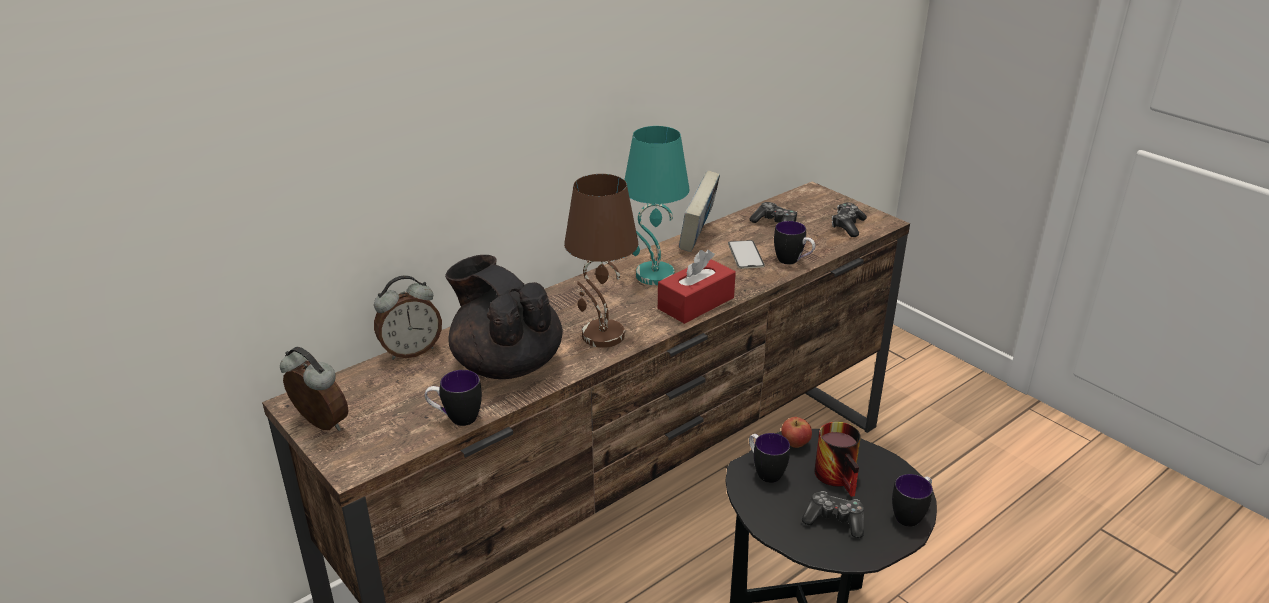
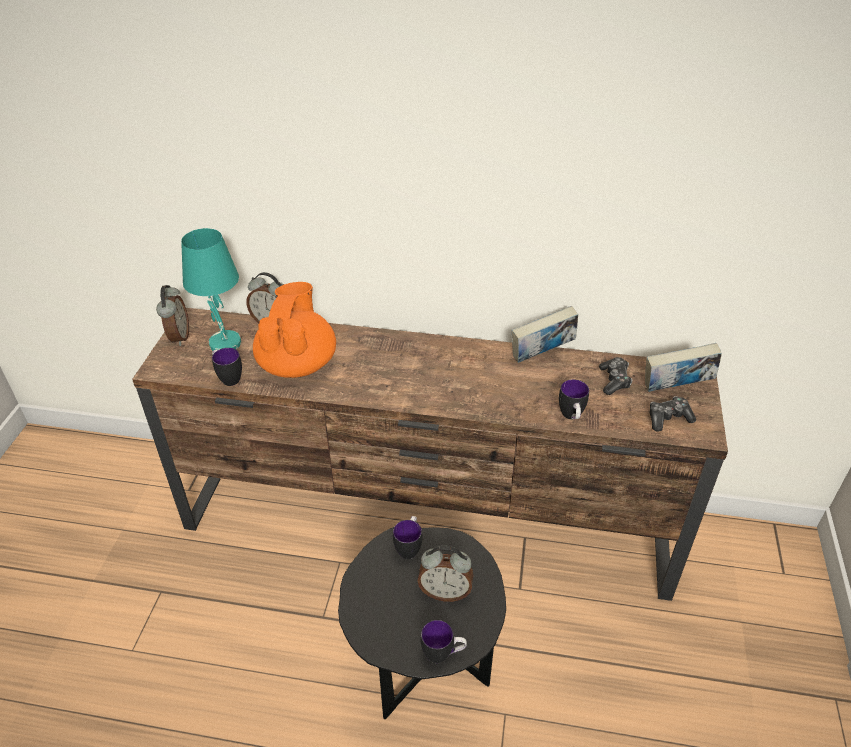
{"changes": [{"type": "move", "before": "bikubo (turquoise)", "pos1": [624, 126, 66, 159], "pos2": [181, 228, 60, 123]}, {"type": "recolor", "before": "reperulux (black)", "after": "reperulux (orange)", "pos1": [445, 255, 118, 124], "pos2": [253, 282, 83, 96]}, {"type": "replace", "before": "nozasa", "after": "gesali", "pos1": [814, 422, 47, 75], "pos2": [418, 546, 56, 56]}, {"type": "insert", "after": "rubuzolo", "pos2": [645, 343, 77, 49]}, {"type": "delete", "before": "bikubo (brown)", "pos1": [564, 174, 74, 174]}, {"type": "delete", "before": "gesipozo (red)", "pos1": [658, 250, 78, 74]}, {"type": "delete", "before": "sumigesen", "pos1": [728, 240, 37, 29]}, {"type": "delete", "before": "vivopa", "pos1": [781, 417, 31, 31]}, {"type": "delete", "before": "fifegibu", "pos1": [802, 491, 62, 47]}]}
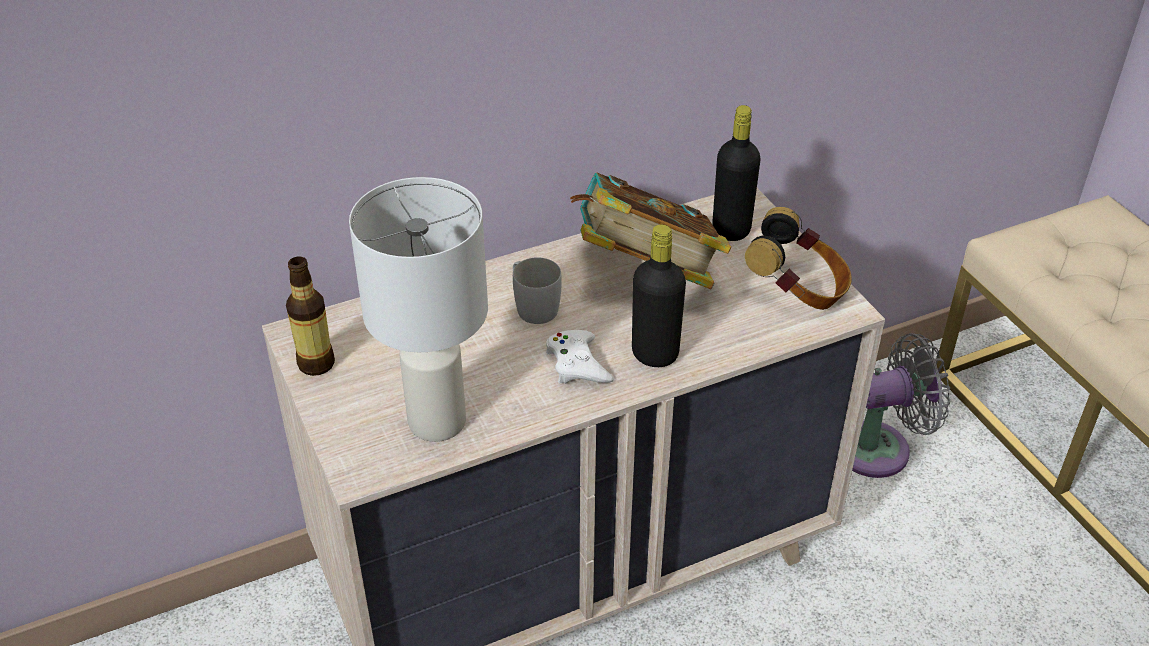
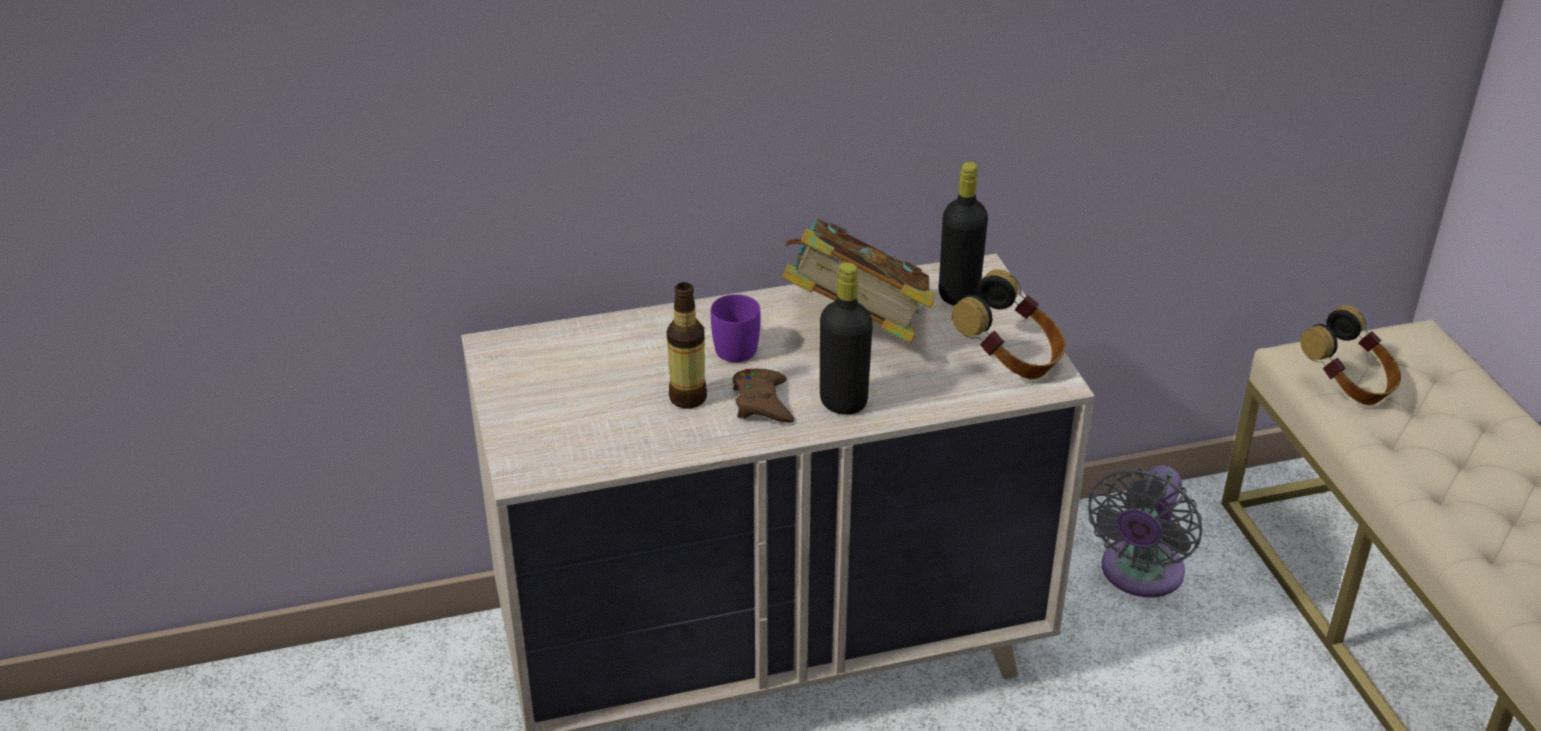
{"changes": [{"type": "move", "before": "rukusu", "pos1": [286, 257, 49, 119], "pos2": [667, 282, 40, 126]}, {"type": "recolor", "before": "nozasa (white)", "after": "nozasa (purple)", "pos1": [513, 257, 49, 67], "pos2": [711, 294, 50, 68]}, {"type": "recolor", "before": "fifegibu (white)", "after": "fifegibu (brown)", "pos1": [546, 330, 68, 54], "pos2": [733, 369, 61, 54]}, {"type": "rotate", "before": "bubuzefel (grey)", "pos1": [852, 333, 98, 145], "pos2": [1088, 465, 114, 132], "turn": 120}, {"type": "insert", "after": "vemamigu", "pos2": [1300, 305, 101, 100]}, {"type": "delete", "before": "bikubo (white)", "pos1": [349, 177, 139, 265]}]}
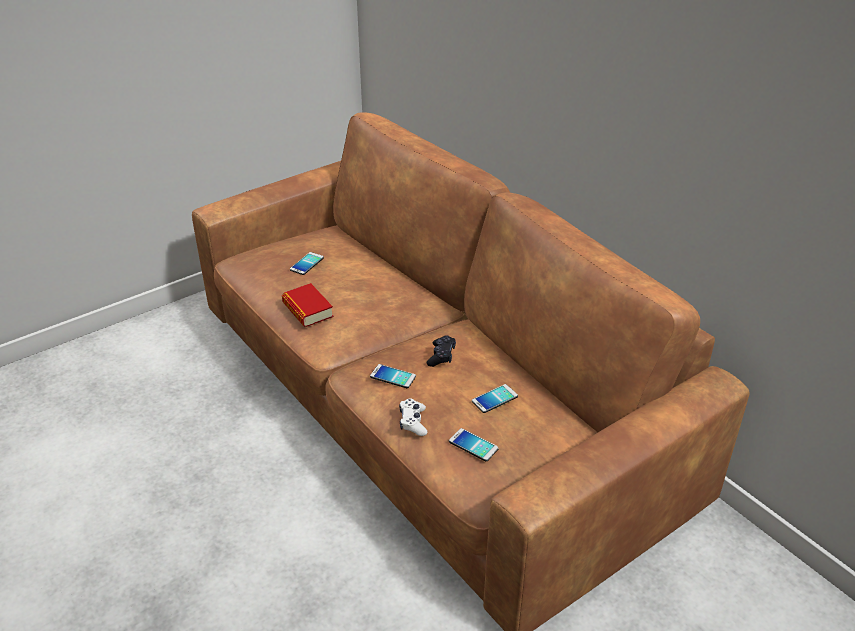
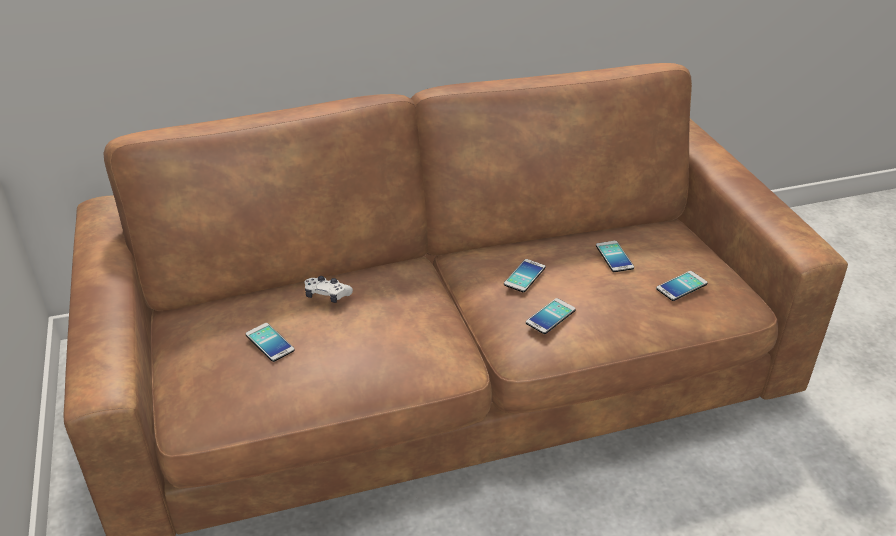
{"changes": [{"type": "move", "before": "fifegibu (white)", "pos1": [399, 398, 28, 38], "pos2": [304, 276, 49, 27]}, {"type": "replace", "before": "fifegibu (black)", "after": "sumigesen", "pos1": [427, 335, 29, 32], "pos2": [504, 259, 41, 33]}, {"type": "delete", "before": "rubuzolo", "pos1": [282, 283, 51, 44]}]}
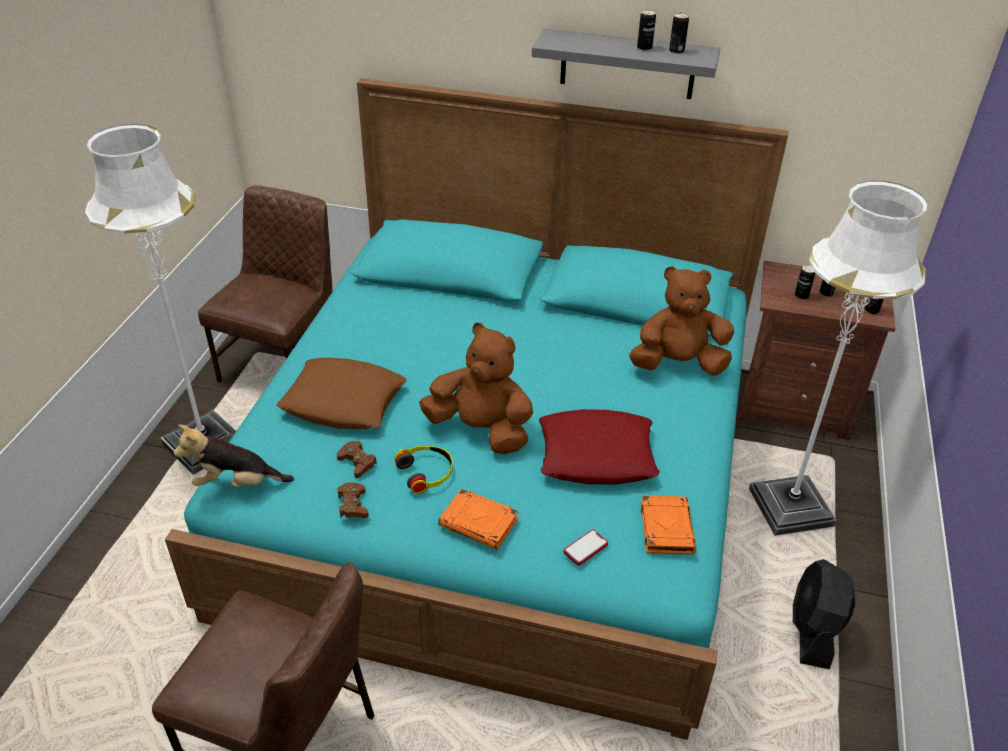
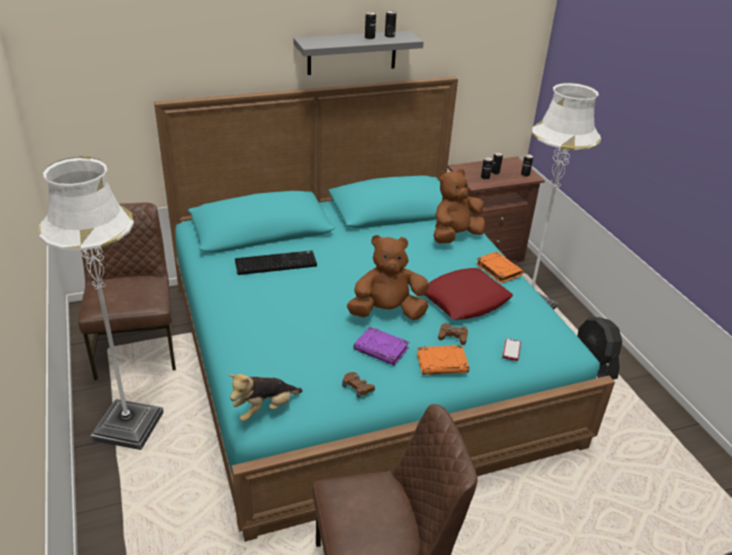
{"changes": [{"type": "insert", "after": "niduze", "pos2": [235, 250, 82, 25]}, {"type": "replace", "before": "vemamigu", "after": "rubuzolo (purple)", "pos1": [394, 446, 59, 47], "pos2": [353, 327, 56, 39]}, {"type": "move", "before": "fifegibu (brown)", "pos1": [337, 441, 40, 37], "pos2": [438, 323, 30, 22]}, {"type": "move", "before": "rubuzolo (orange)", "pos1": [641, 495, 55, 60], "pos2": [476, 251, 47, 32]}, {"type": "delete", "before": "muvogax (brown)", "pos1": [277, 358, 130, 71]}]}
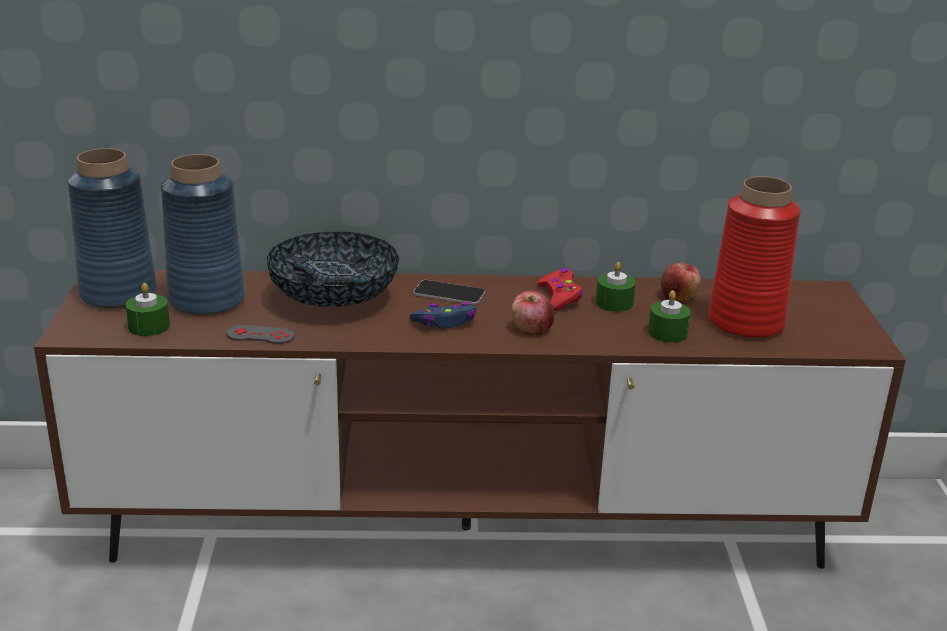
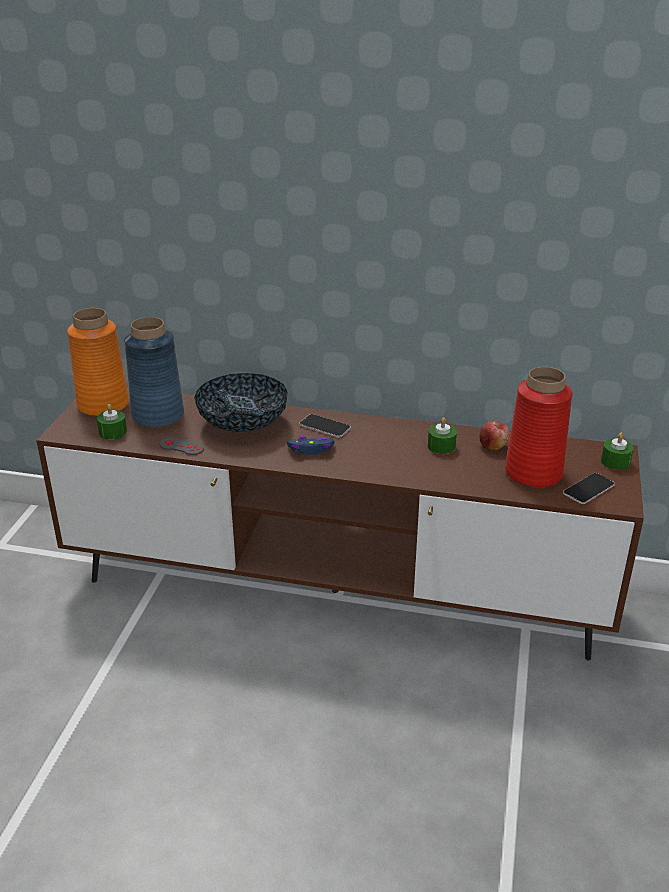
{"changes": [{"type": "recolor", "before": "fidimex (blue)", "after": "fidimex (orange)", "pos1": [67, 148, 90, 161], "pos2": [67, 308, 62, 109]}, {"type": "insert", "after": "sumigesen", "pos2": [563, 473, 52, 31]}, {"type": "move", "before": "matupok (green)", "pos1": [648, 290, 43, 53], "pos2": [601, 433, 33, 37]}, {"type": "delete", "before": "vivopa", "pos1": [511, 291, 44, 45]}, {"type": "delete", "before": "fifegibu (red)", "pos1": [537, 268, 46, 43]}]}
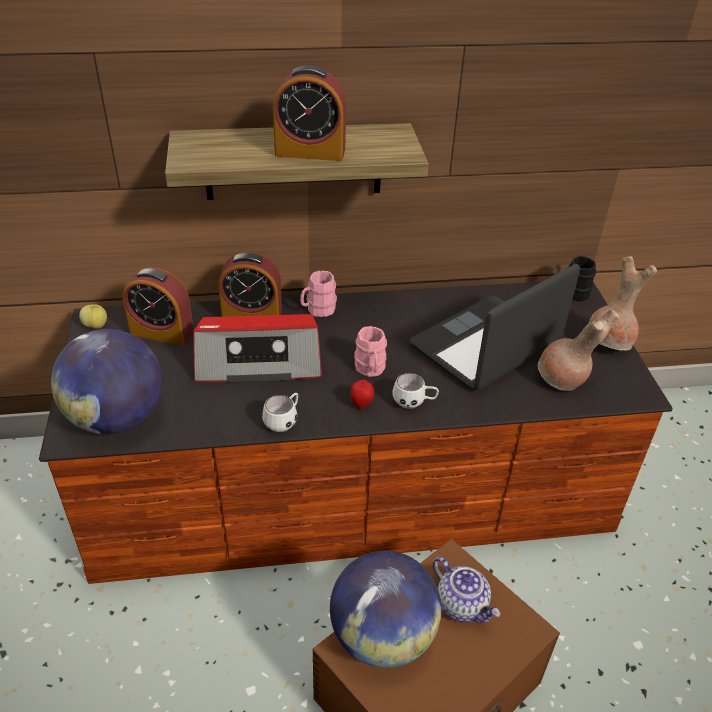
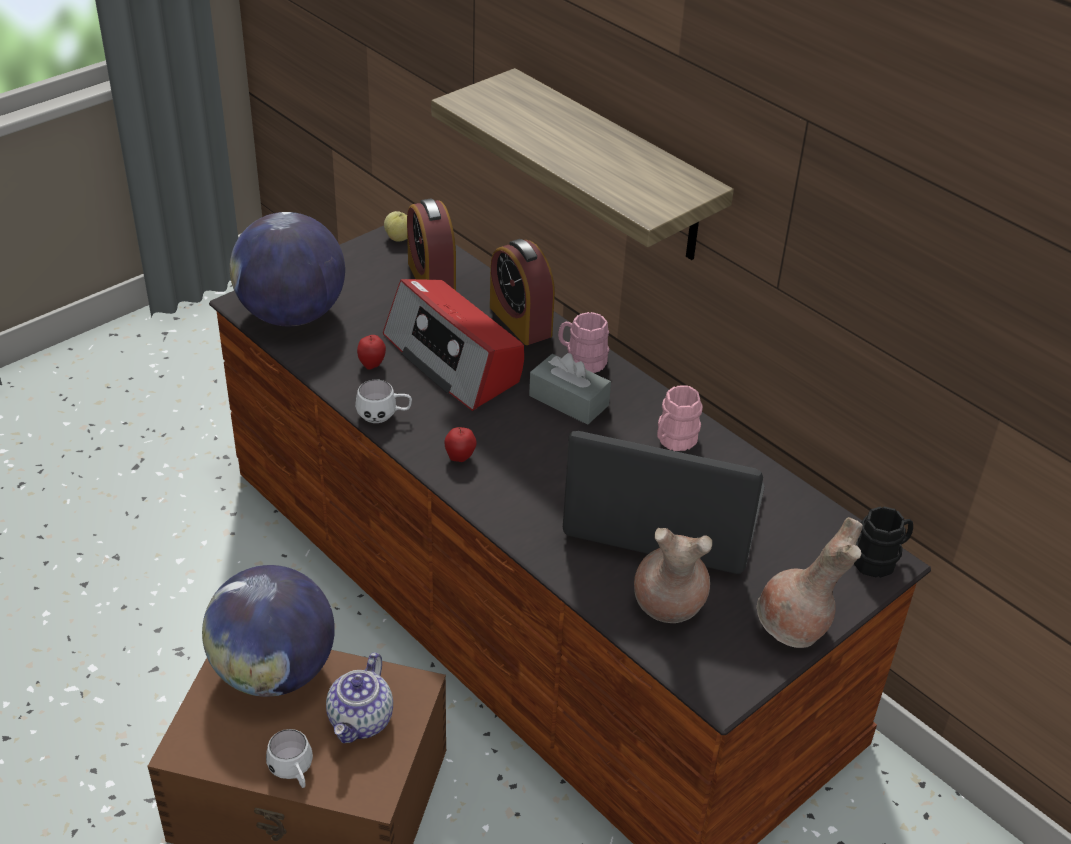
{"changes": [{"type": "move", "before": "nozasa (white)", "pos1": [392, 373, 47, 36], "pos2": [266, 729, 47, 59]}, {"type": "insert", "after": "vivopa", "pos2": [357, 335, 29, 35]}, {"type": "insert", "after": "gesipozo (grey)", "pos2": [529, 353, 82, 72]}, {"type": "move", "before": "nozasa (pink)", "pos1": [354, 326, 33, 51], "pos2": [657, 385, 46, 66]}, {"type": "delete", "before": "gesali", "pos1": [273, 65, 73, 96]}]}
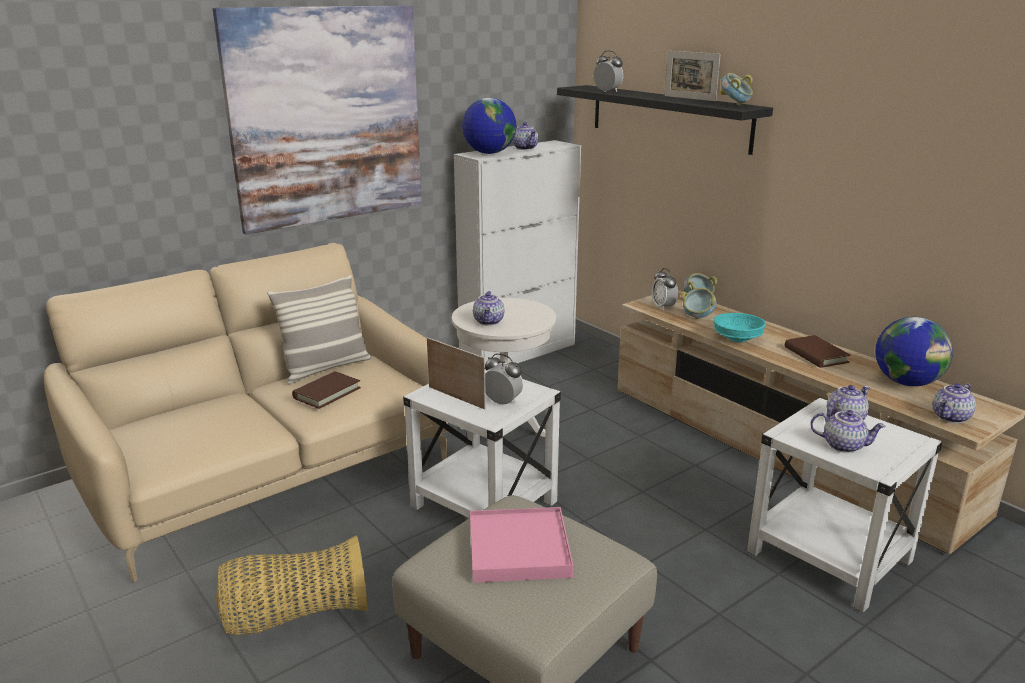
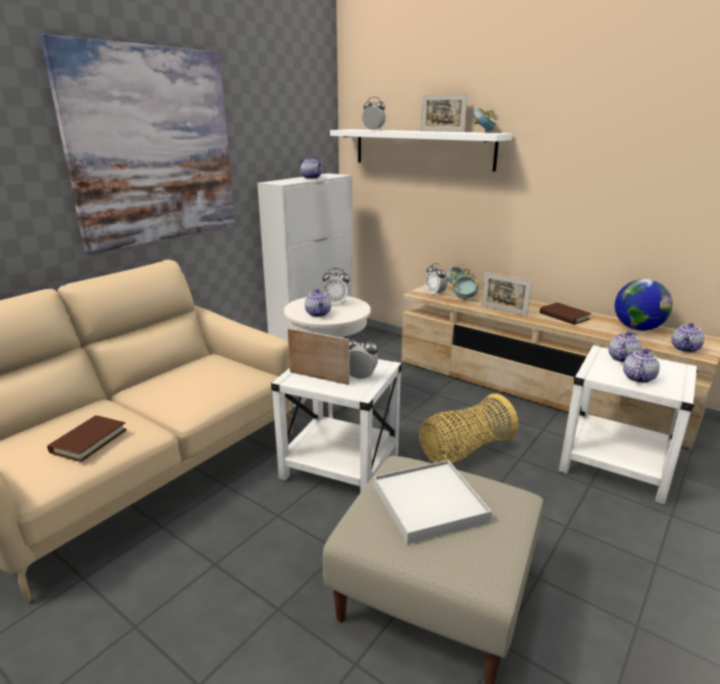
{"changes": [{"type": "move", "before": "rubuzolo (brown)", "pos1": [292, 371, 69, 38], "pos2": [47, 415, 80, 47]}, {"type": "insert", "after": "gesali", "pos2": [322, 268, 28, 37]}, {"type": "recolor", "before": "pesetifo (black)", "after": "pesetifo (white)", "pos1": [557, 85, 216, 70], "pos2": [330, 129, 183, 43]}, {"type": "recolor", "before": "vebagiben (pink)", "after": "vebagiben (white)", "pos1": [470, 507, 103, 76], "pos2": [374, 460, 118, 84]}, {"type": "move", "before": "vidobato", "pos1": [216, 535, 151, 100], "pos2": [419, 393, 99, 70]}, {"type": "replace", "before": "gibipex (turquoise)", "after": "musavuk", "pos1": [714, 313, 52, 29], "pos2": [482, 272, 50, 44]}, {"type": "rotate", "before": "reperulux", "pos1": [810, 410, 76, 43], "pos2": [623, 348, 37, 35], "turn": -60}, {"type": "delete", "before": "muvogax", "pos1": [267, 275, 104, 109]}, {"type": "delete", "before": "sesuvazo", "pos1": [462, 98, 54, 56]}]}
